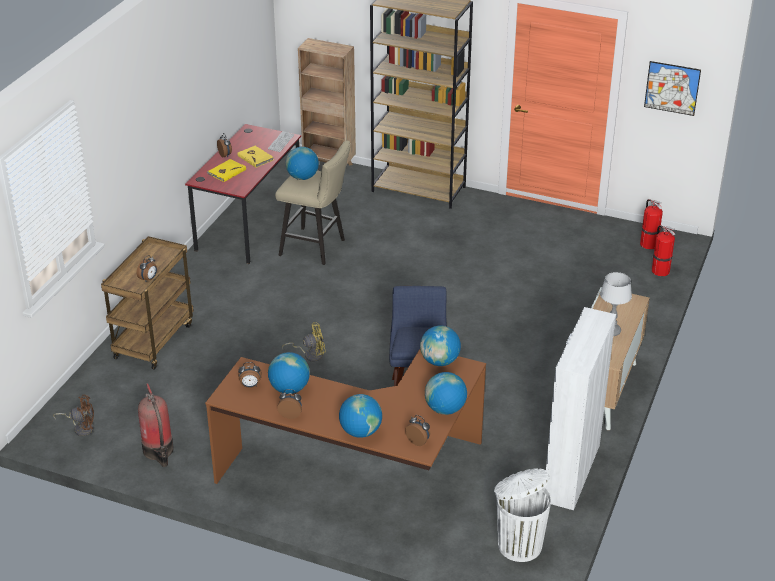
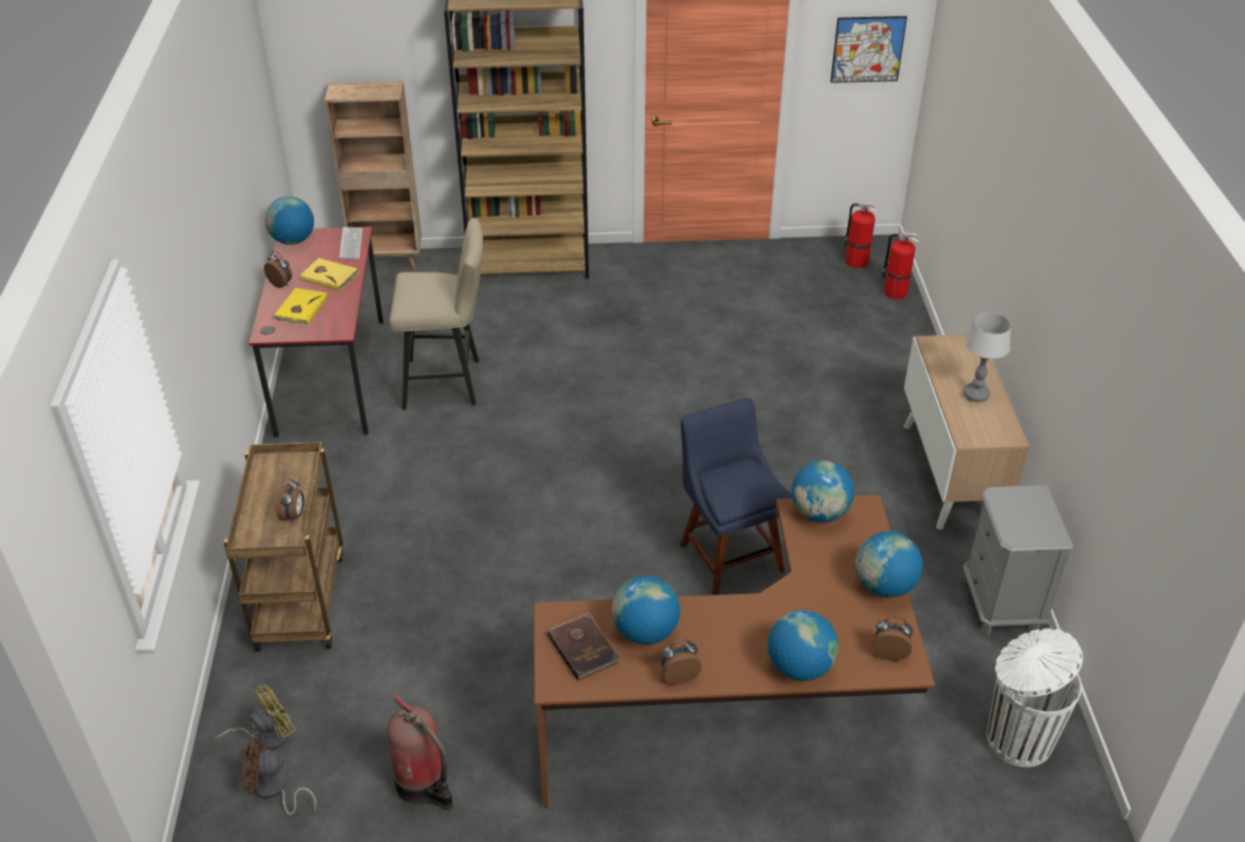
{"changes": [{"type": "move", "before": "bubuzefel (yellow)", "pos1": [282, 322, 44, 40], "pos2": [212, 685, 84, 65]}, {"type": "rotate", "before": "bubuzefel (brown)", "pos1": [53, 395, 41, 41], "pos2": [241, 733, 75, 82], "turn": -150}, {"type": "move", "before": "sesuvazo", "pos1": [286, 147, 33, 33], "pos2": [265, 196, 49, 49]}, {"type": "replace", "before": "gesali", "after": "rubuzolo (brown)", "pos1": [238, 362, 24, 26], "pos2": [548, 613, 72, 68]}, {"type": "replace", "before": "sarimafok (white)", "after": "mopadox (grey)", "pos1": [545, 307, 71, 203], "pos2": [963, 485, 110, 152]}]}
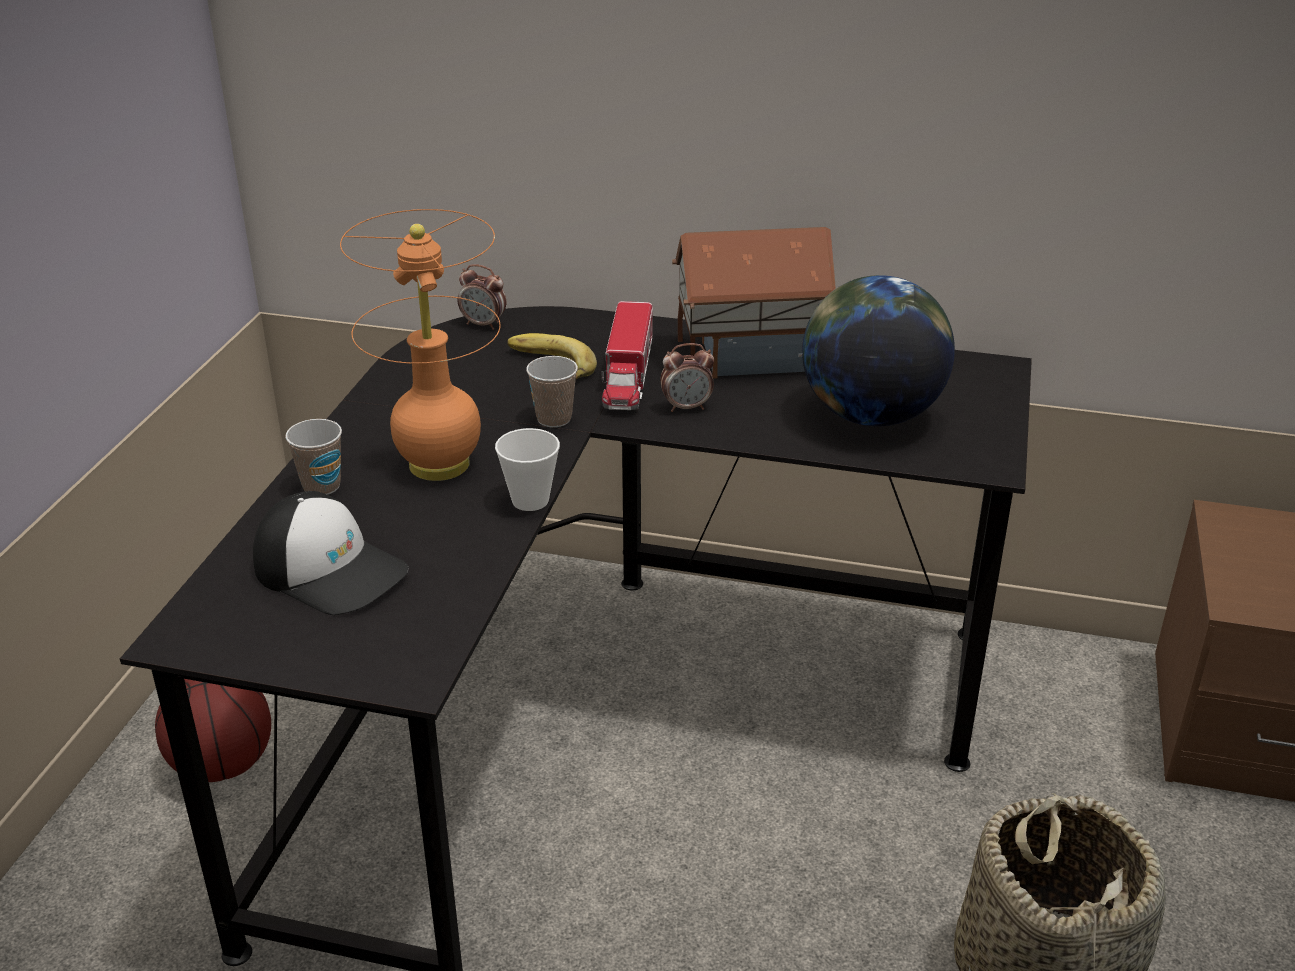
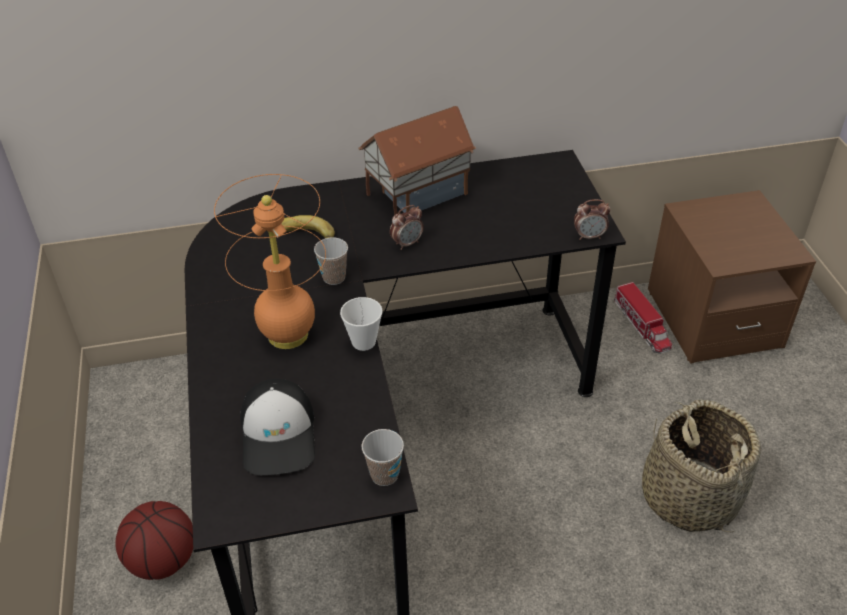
{"changes": [{"type": "rotate", "before": "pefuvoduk", "pos1": [253, 491, 156, 124], "pos2": [240, 379, 75, 96], "turn": 75}, {"type": "move", "before": "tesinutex", "pos1": [285, 419, 57, 76], "pos2": [362, 429, 42, 57]}, {"type": "move", "before": "gesali", "pos1": [458, 264, 48, 66], "pos2": [574, 199, 36, 41]}, {"type": "move", "before": "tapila", "pos1": [601, 301, 52, 109], "pos2": [614, 282, 58, 72]}, {"type": "delete", "before": "sesuvazo", "pos1": [802, 275, 153, 151]}]}
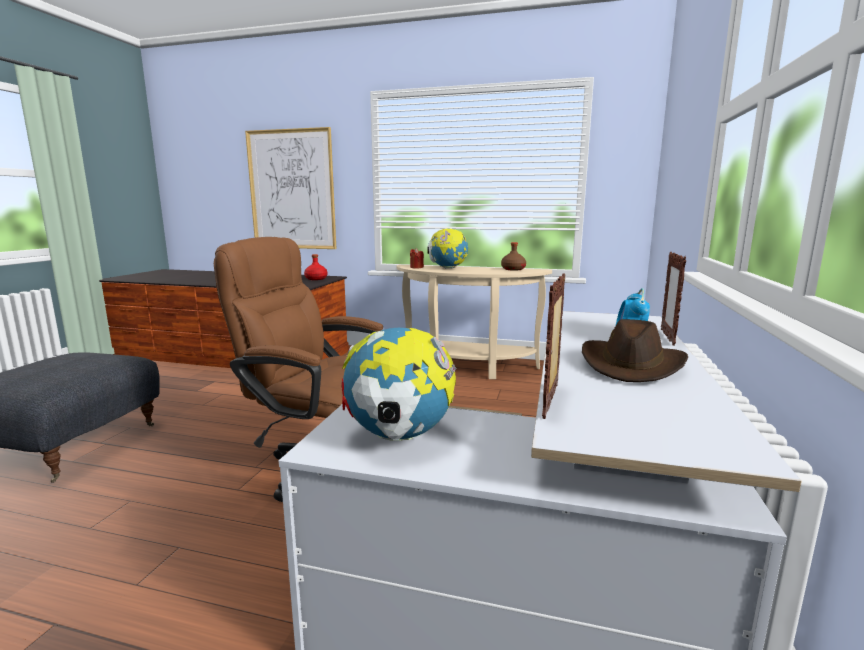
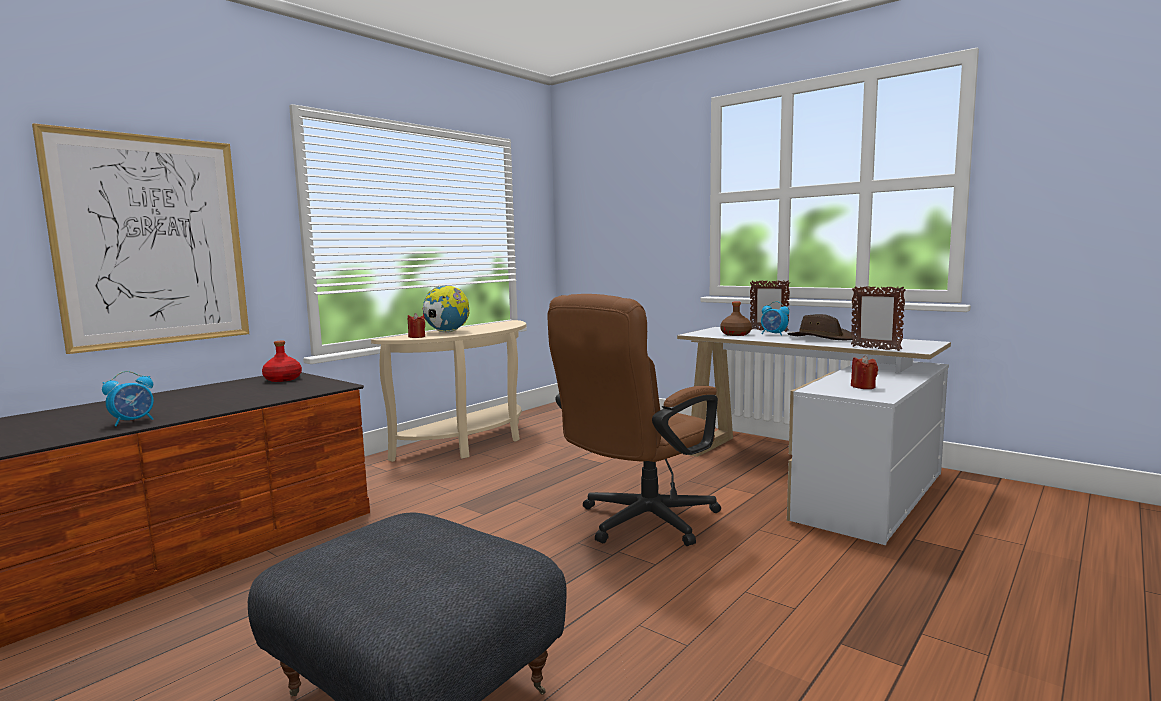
{"changes": [{"type": "insert", "after": "gesali", "pos2": [102, 371, 52, 55]}, {"type": "move", "before": "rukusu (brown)", "pos1": [501, 242, 25, 29], "pos2": [720, 302, 32, 34]}, {"type": "replace", "before": "sesuvazo", "after": "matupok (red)", "pos1": [342, 328, 115, 113], "pos2": [851, 355, 27, 34]}]}
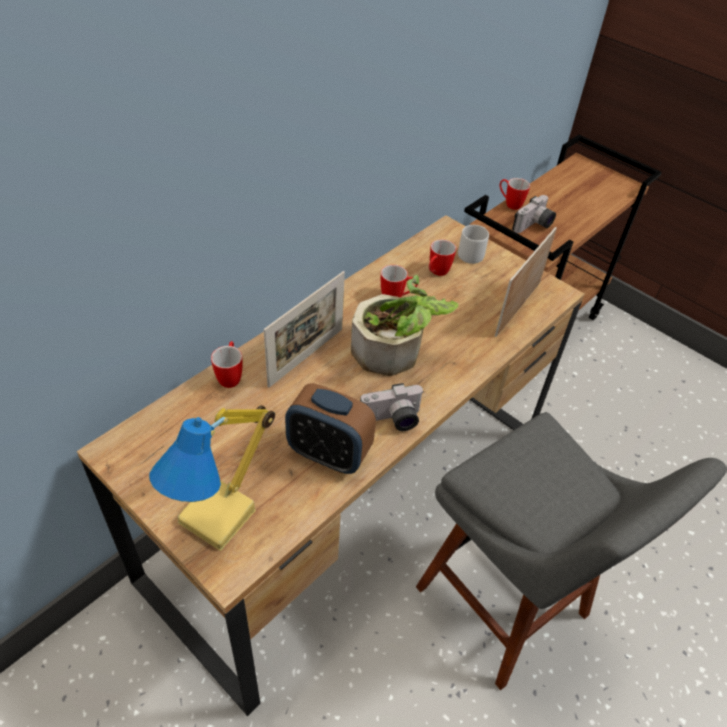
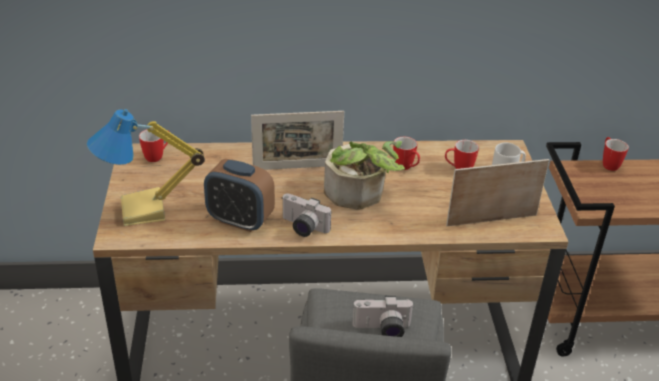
{"changes": [{"type": "move", "before": "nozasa", "pos1": [211, 341, 32, 47], "pos2": [139, 129, 29, 33]}, {"type": "rotate", "before": "gesali", "pos1": [285, 383, 91, 91], "pos2": [204, 159, 71, 73], "turn": -45}, {"type": "move", "before": "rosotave", "pos1": [512, 195, 44, 38], "pos2": [352, 296, 62, 41]}]}
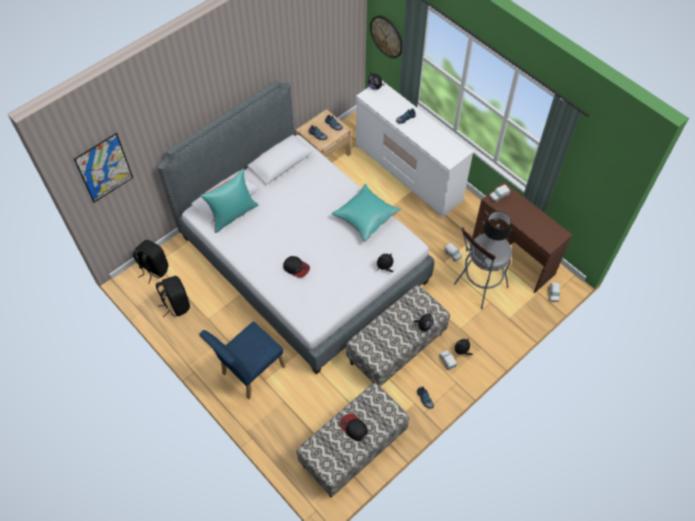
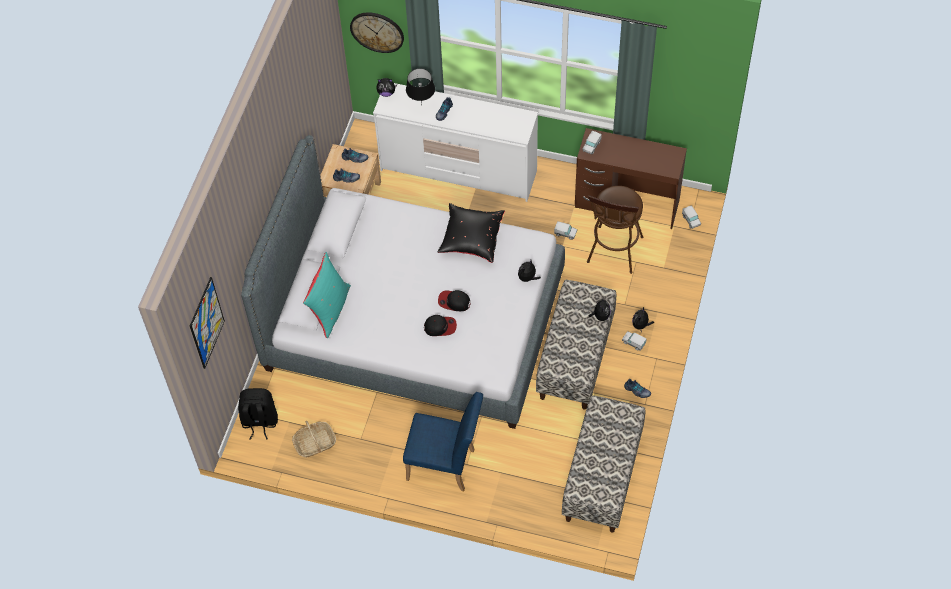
{"changes": [{"type": "replace", "before": "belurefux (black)", "after": "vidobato", "pos1": [156, 276, 34, 41], "pos2": [292, 421, 44, 37]}, {"type": "rotate", "before": "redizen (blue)", "pos1": [199, 322, 86, 77], "pos2": [403, 392, 80, 99], "turn": -90}, {"type": "move", "before": "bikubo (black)", "pos1": [484, 211, 27, 32], "pos2": [406, 68, 29, 36]}, {"type": "recolor", "before": "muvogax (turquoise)", "after": "muvogax (black)", "pos1": [331, 184, 70, 58], "pos2": [438, 203, 67, 60]}, {"type": "move", "before": "pefuvoduk", "pos1": [340, 413, 28, 28], "pos2": [438, 290, 33, 21]}, {"type": "recolor", "before": "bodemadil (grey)", "after": "bodemadil (brown)", "pos1": [454, 227, 58, 82], "pos2": [587, 186, 57, 88]}]}
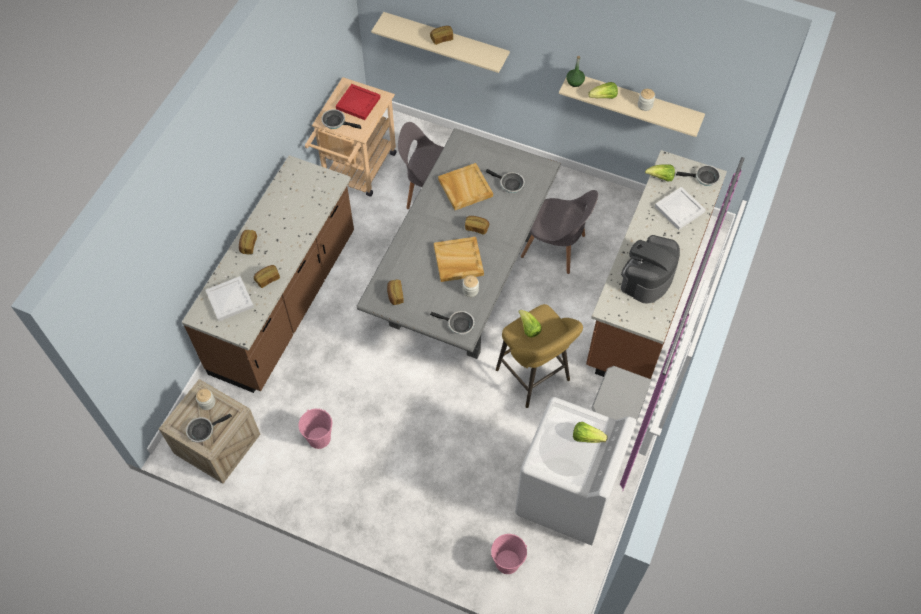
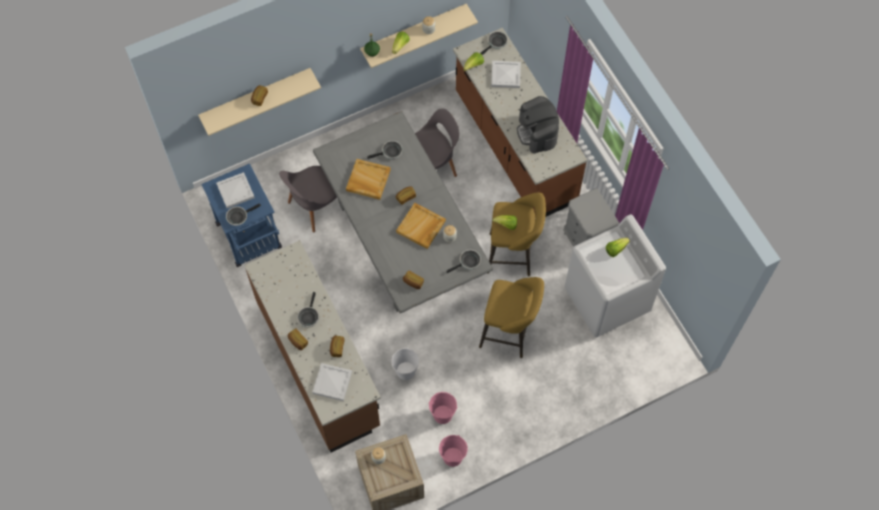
{"changes": [{"type": "recolor", "before": "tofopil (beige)", "after": "tofopil (blue)", "pos1": [305, 77, 91, 120], "pos2": [201, 163, 81, 104]}, {"type": "recolor", "before": "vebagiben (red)", "after": "vebagiben (white)", "pos1": [336, 84, 44, 36], "pos2": [216, 172, 39, 36]}, {"type": "move", "before": "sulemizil", "pos1": [186, 414, 46, 29], "pos2": [297, 292, 22, 35]}, {"type": "insert", "after": "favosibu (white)", "pos2": [391, 348, 28, 32]}, {"type": "move", "before": "favosibu (pink)", "pos1": [491, 534, 36, 40], "pos2": [439, 435, 29, 32]}, {"type": "insert", "after": "bodemadil (yellow)", "pos2": [479, 277, 65, 81]}]}
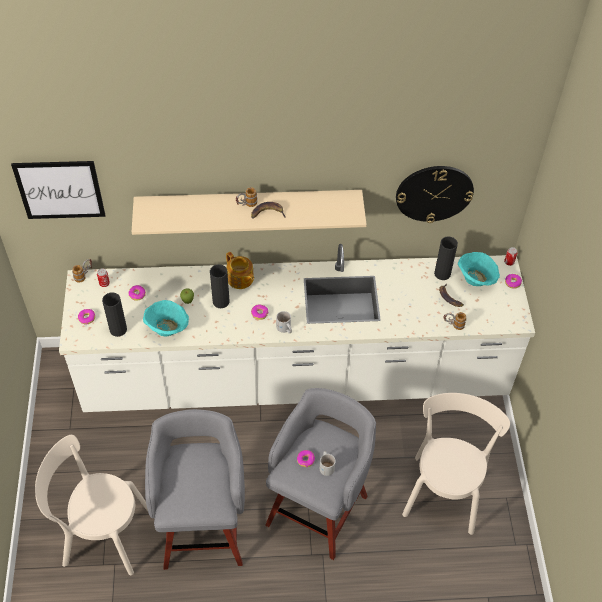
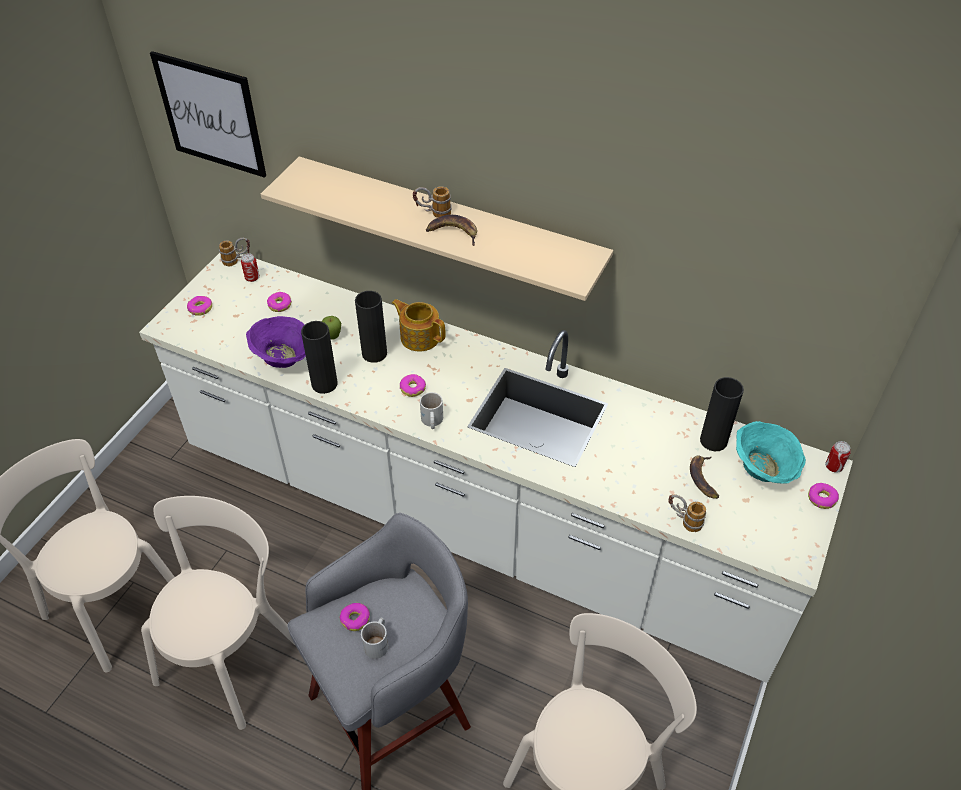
{"changes": [{"type": "replace", "before": "bodemadil (grey)", "after": "redizen (beige)", "pos1": [145, 409, 100, 161], "pos2": [141, 496, 155, 234]}, {"type": "recolor", "before": "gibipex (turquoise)", "after": "gibipex (purple)", "pos1": [143, 300, 46, 36], "pos2": [246, 316, 60, 52]}, {"type": "move", "before": "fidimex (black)", "pos1": [102, 292, 25, 45], "pos2": [301, 321, 37, 73]}, {"type": "rotate", "before": "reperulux", "pos1": [226, 252, 28, 37], "pos2": [392, 299, 53, 52], "turn": 135}, {"type": "delete", "before": "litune", "pos1": [396, 166, 78, 57]}]}
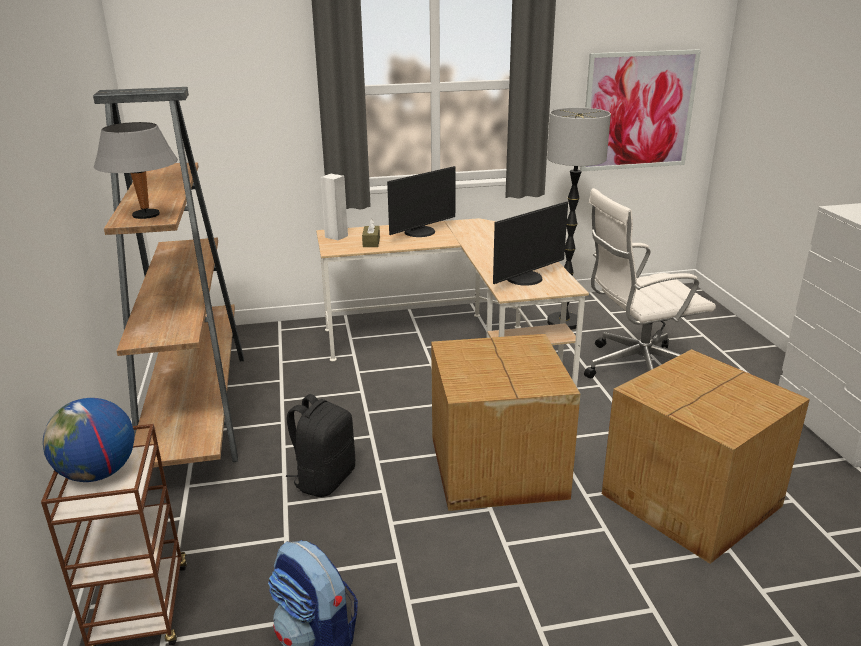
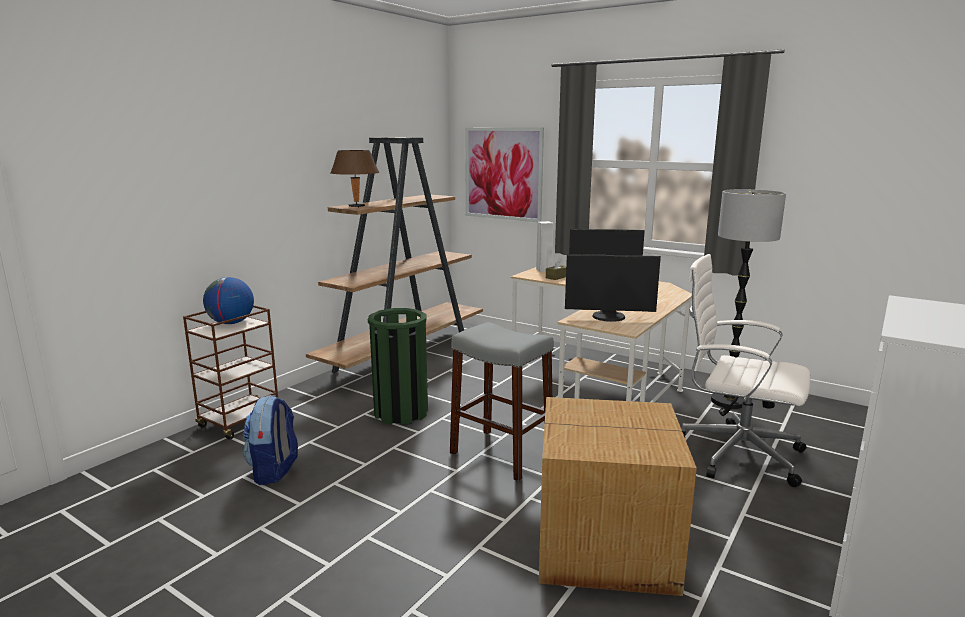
{"changes": [{"type": "recolor", "before": "bikubo (grey)", "after": "bikubo (brown)", "pos1": [94, 122, 84, 97], "pos2": [330, 150, 50, 58]}, {"type": "replace", "before": "belurefux (black)", "after": "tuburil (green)", "pos1": [286, 394, 69, 103], "pos2": [368, 308, 60, 117]}, {"type": "replace", "before": "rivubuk", "after": "bodemadil (grey)", "pos1": [431, 334, 149, 177], "pos2": [450, 322, 104, 159]}, {"type": "move", "before": "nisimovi", "pos1": [581, 49, 120, 122], "pos2": [465, 128, 79, 94]}]}
